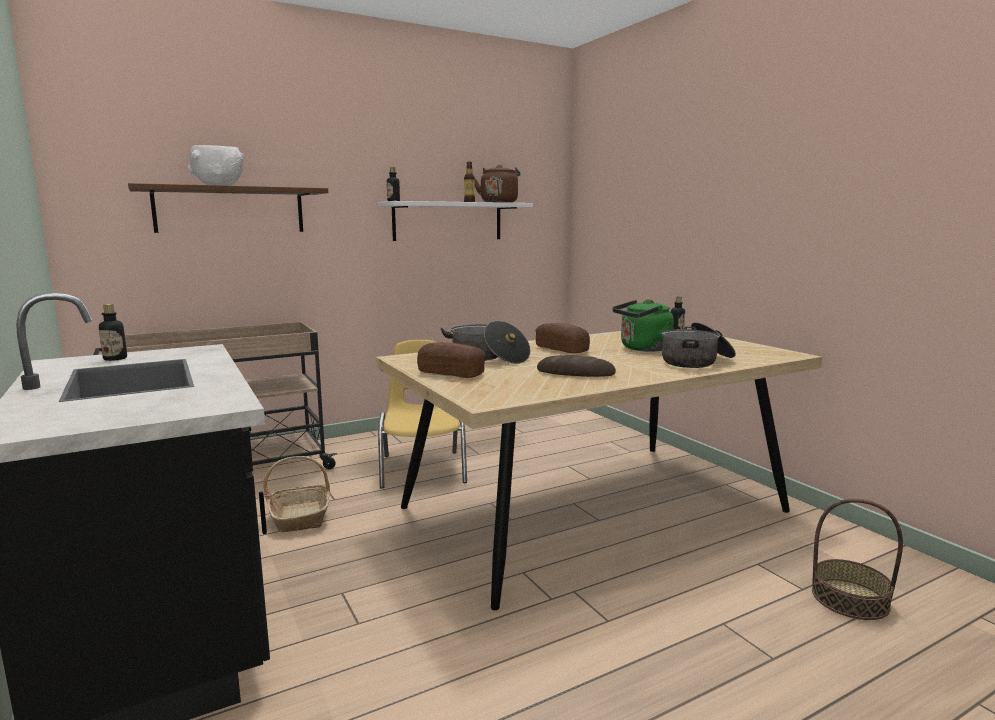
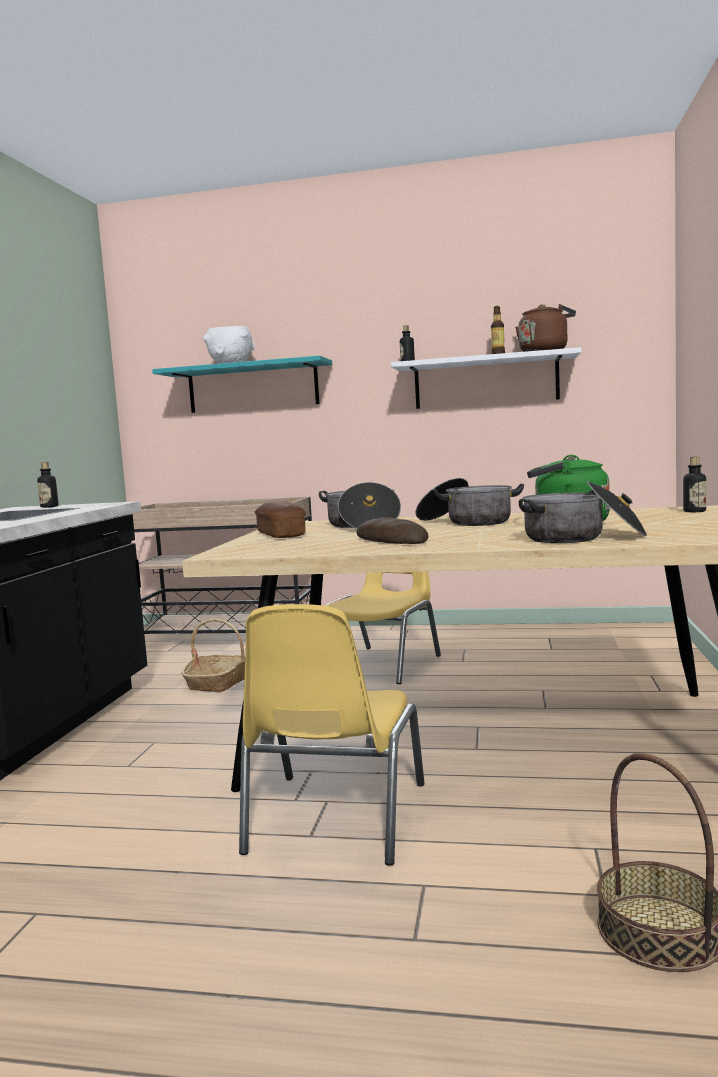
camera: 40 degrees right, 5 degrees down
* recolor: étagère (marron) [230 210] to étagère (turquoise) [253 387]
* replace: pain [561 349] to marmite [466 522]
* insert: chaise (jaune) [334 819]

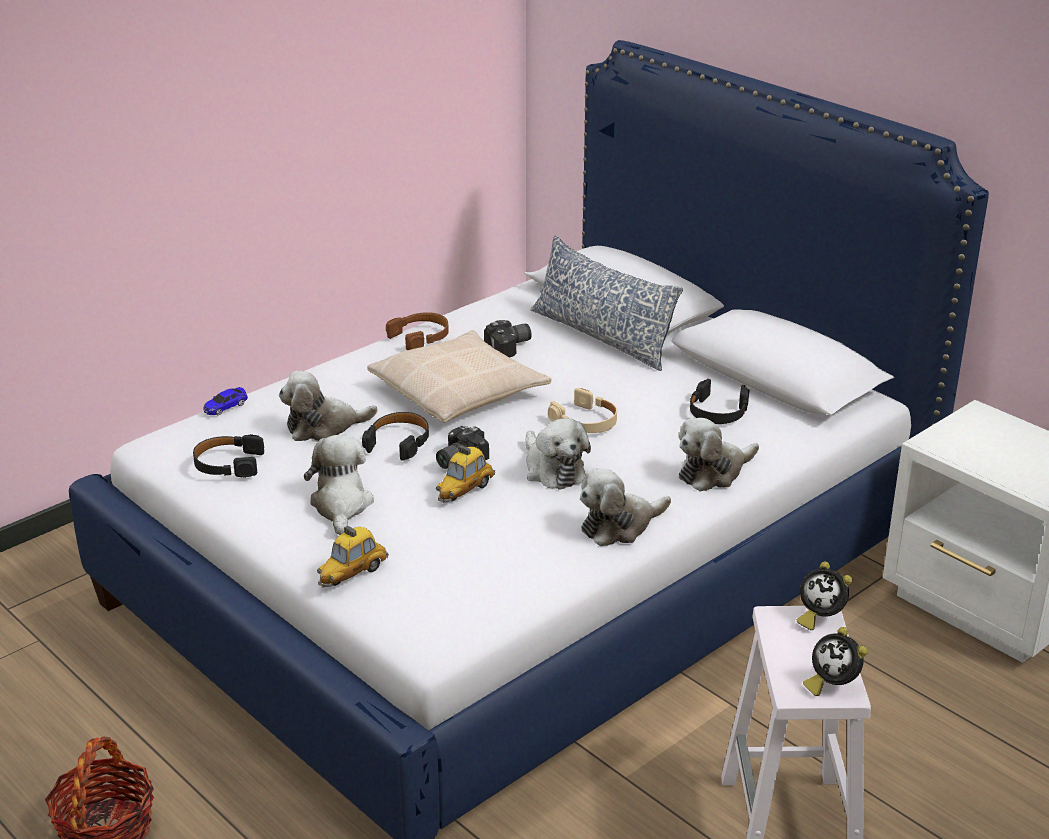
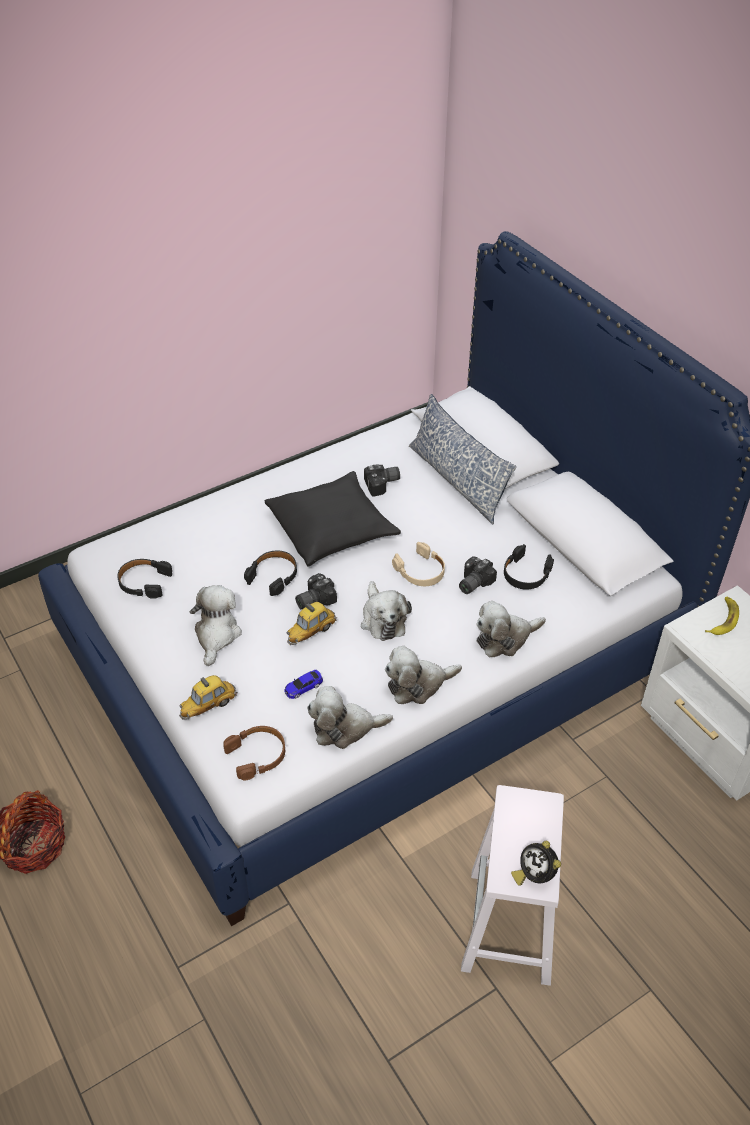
camera: 10 degrees right, 15 degrees up
* move: casque audio (marron) [420 337] to [257 755]
* recolor: coussin (beige) [459 392] to coussin (noir) [332 528]
* move: peluche [323 427] to [345 728]
* move: petite voiture [225 407] to [303 687]
* delete: réveil [819 617]
* insert: appareil photo [472 582]
* insert: banane [723 619]

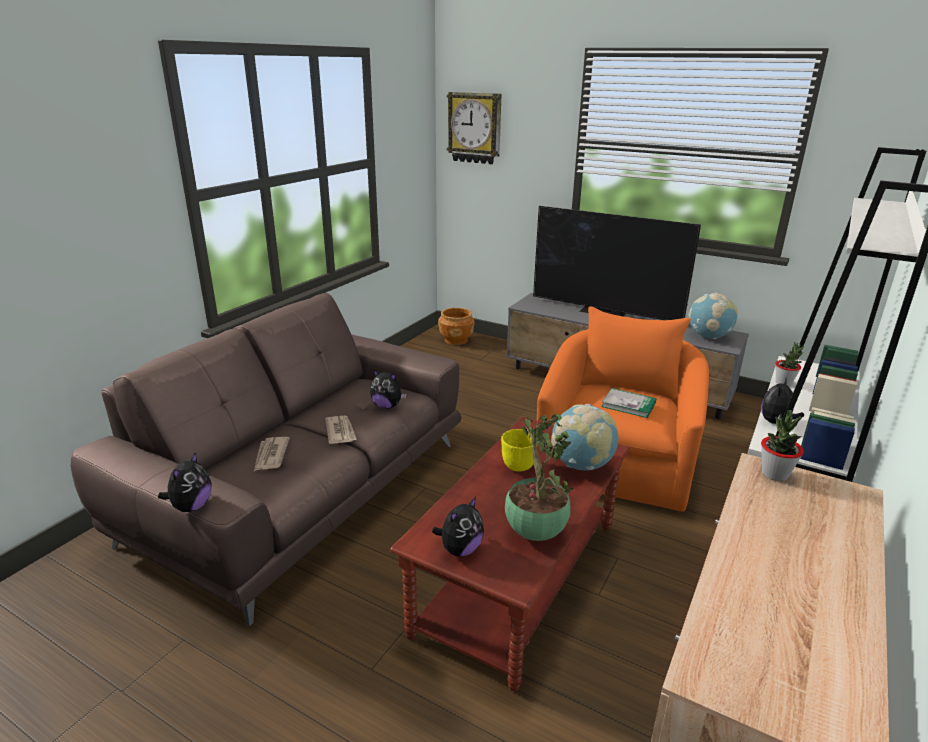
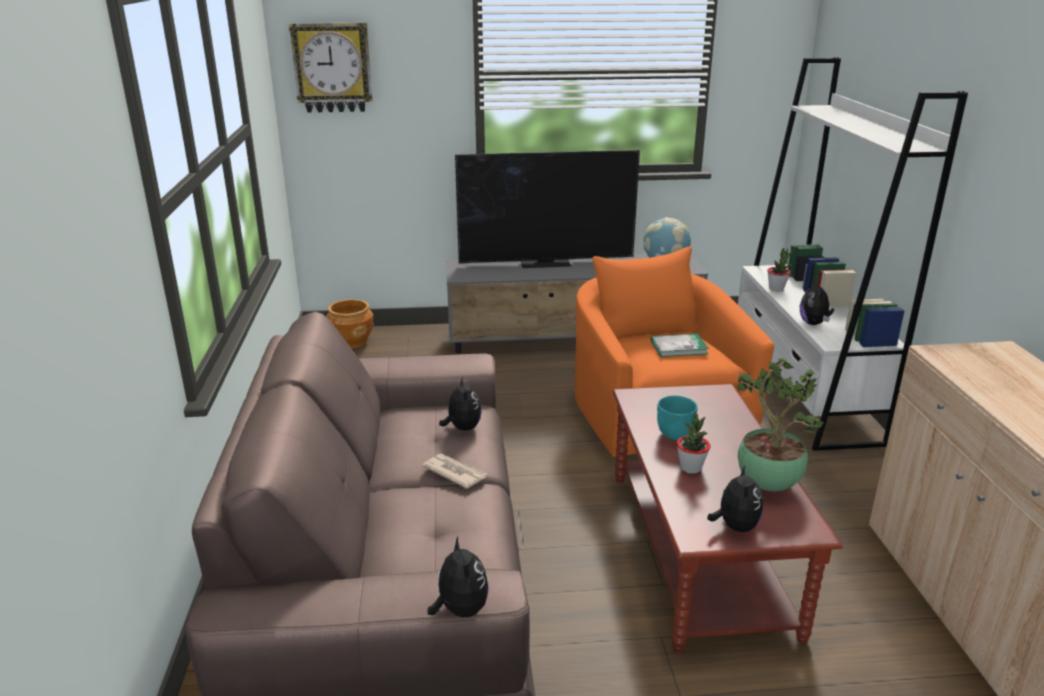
camera: 35 degrees left, 0 degrees up
* rotate: peluche [387 406] = [462 428] 90 degrees counterclockwise
* delete: globe [581 465]
* move: plante en pot [774 474] to [691 468]
* recolor: bol (jaune) [517 466] to bol (turquoise) [674 435]
* delete: journal [270 455]

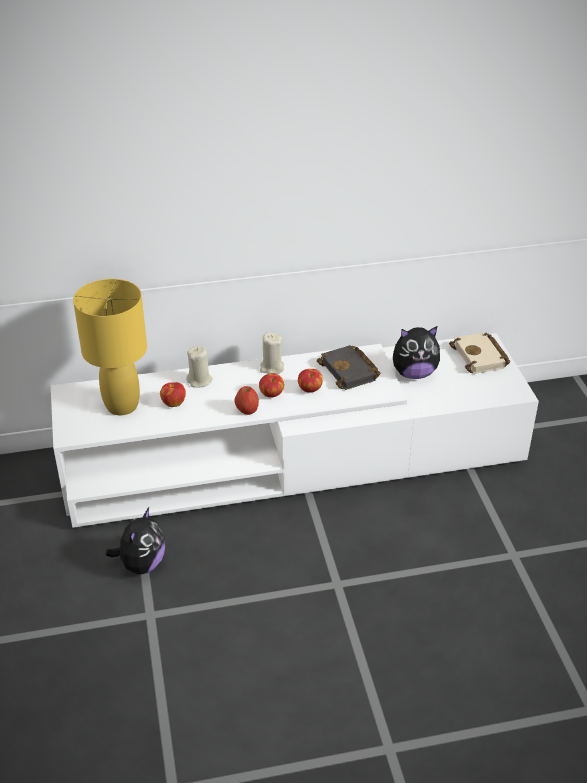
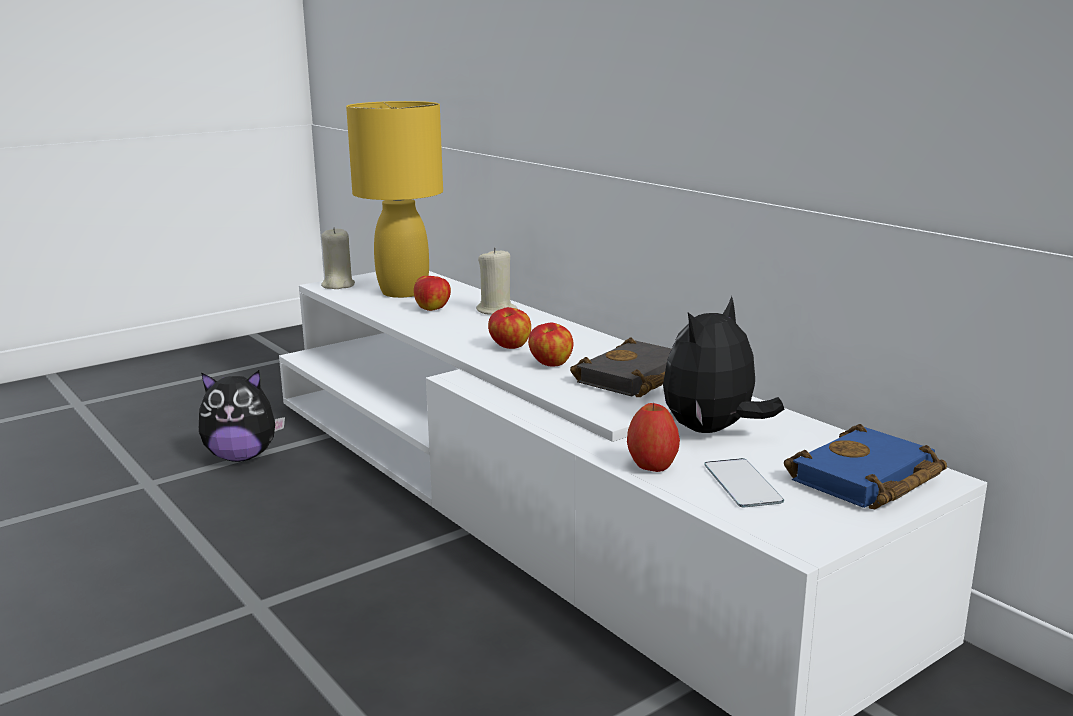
camera: 65 degrees right, 20 degrees down
* rotate: peluche [414 373] = [713 431] 75 degrees clockwise
* move: bougie (beige) [271 368] to [338 285]
* recolor: livre (beige) [481 357] to livre (bleu) [866 481]
* move: pomme [247 411] to [652 466]
* insert: téléphone [742 483]

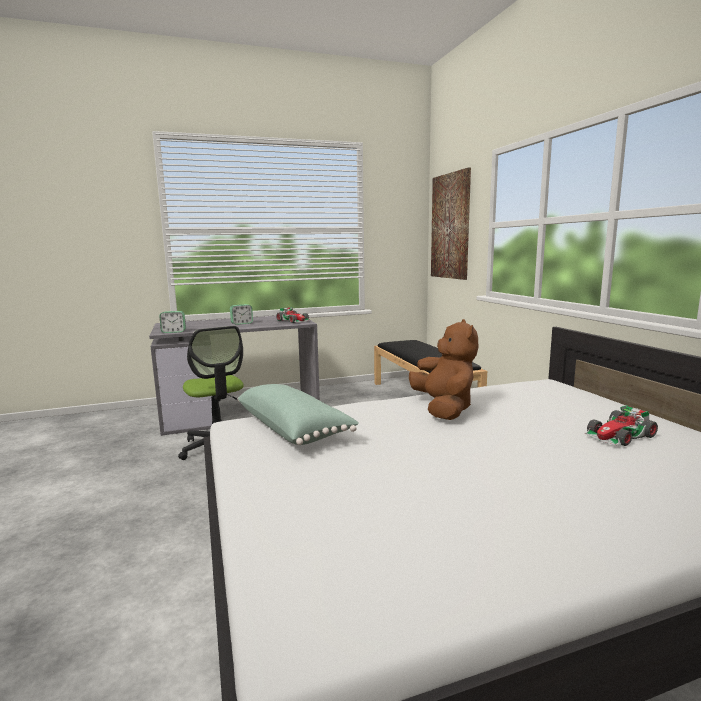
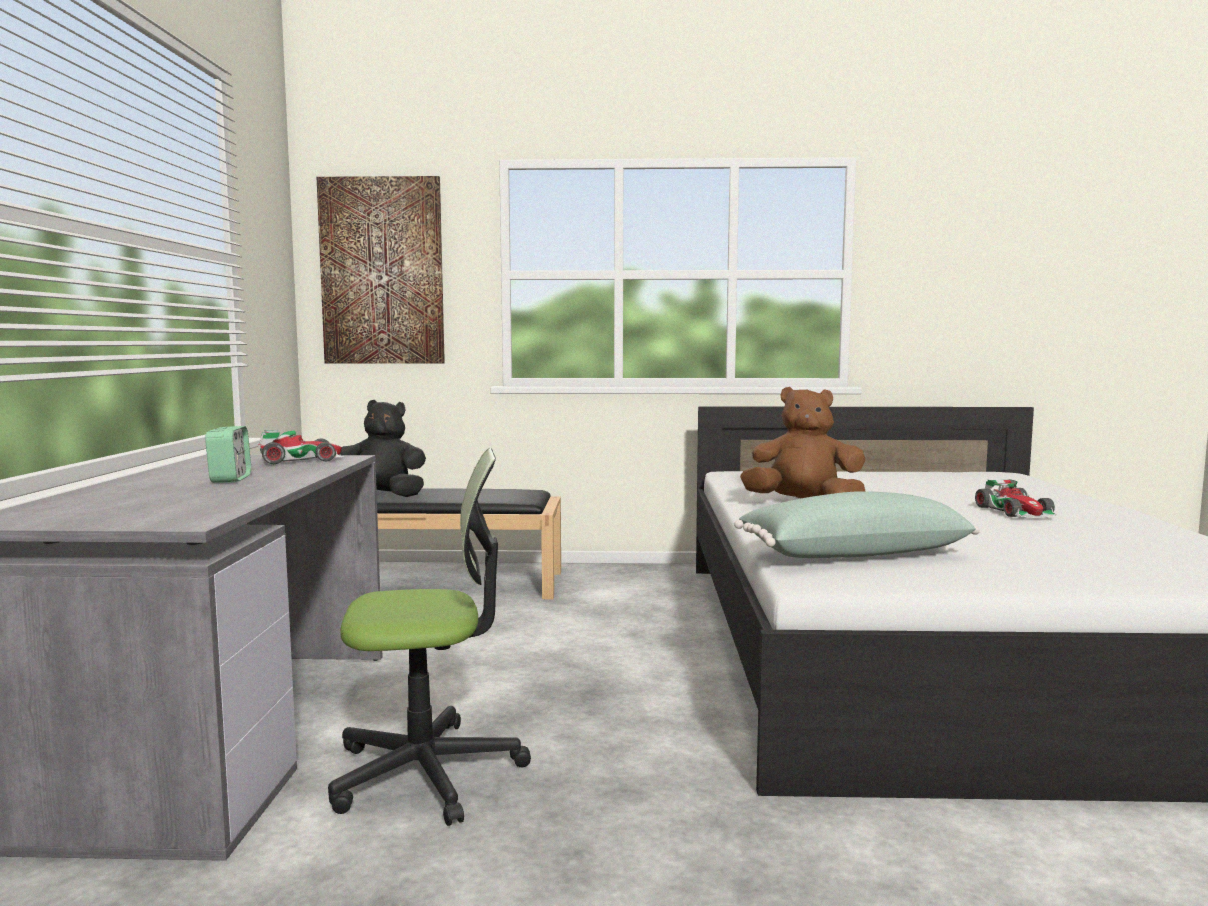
camera: 70 degrees left, 5 degrees down
* delete: réveil [173 332]
* move: petite voiture [619 436] to [1016 511]
* insert: peluche (noir) [380 495]

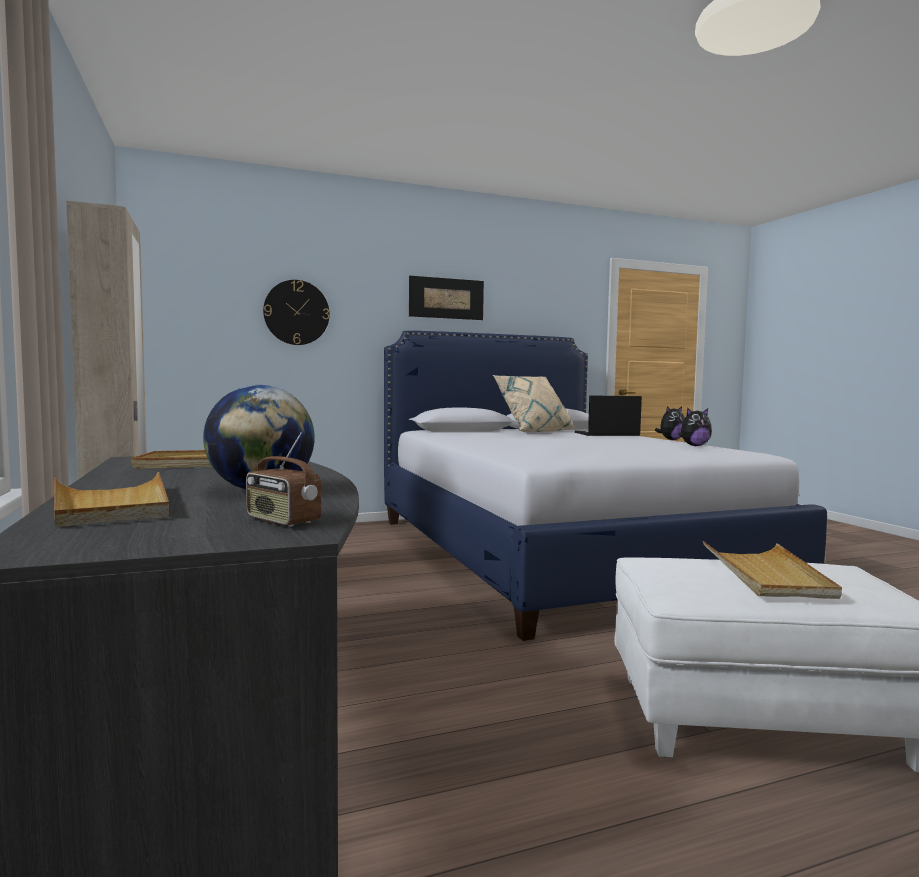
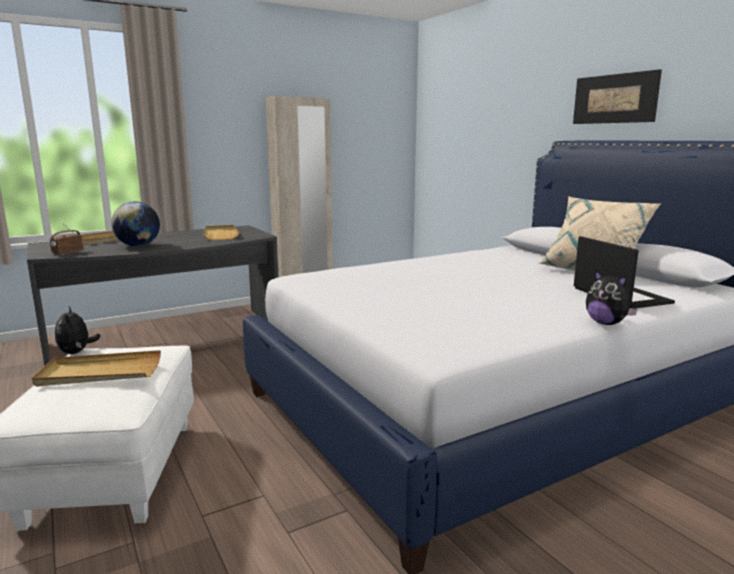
camera: 80 degrees right, 10 degrees up
* delete: horloge murale [296 312]
* move: peluche [694 445] to [77 352]

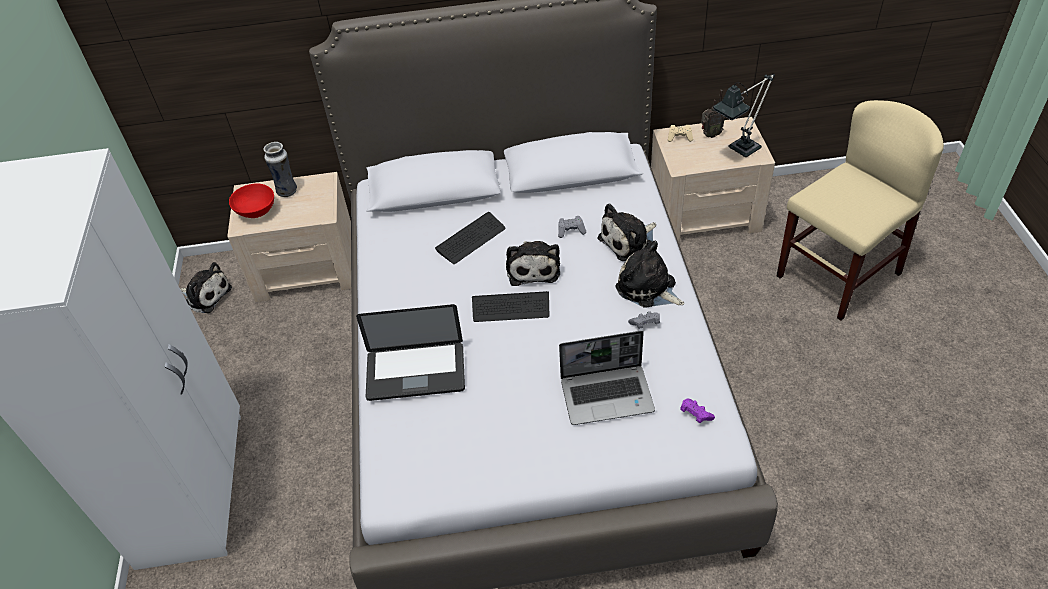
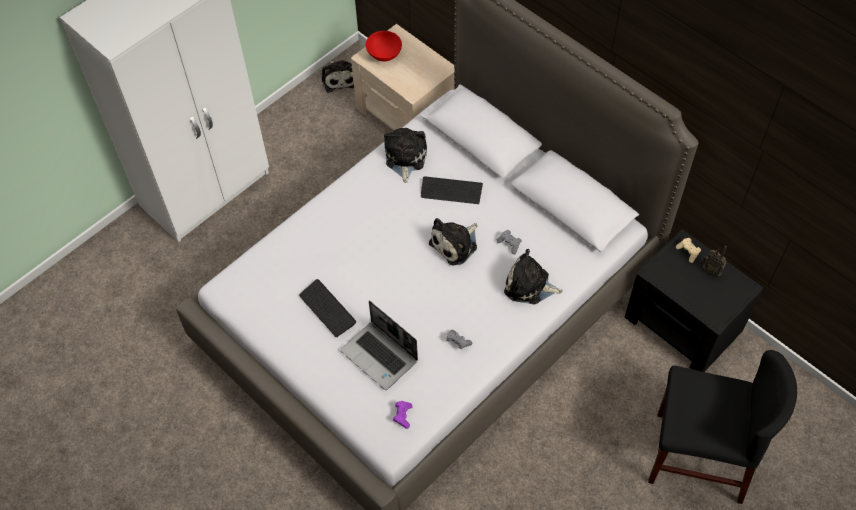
camera: 50 degrees right, 10 degrees up
* delete: lampe de table [739 151]
* recolor: chaise (beige) [838 275] to chaise (noir) [698 456]
* recolor: table de chevet (beige) [705 214] to table de chevet (noir) [683 324]
* delete: vase [287 190]
* move: peluche [648 288] to [405 158]
* move: clavier [511 308] to [327 309]
* delete: ordinateur portable [415 372]

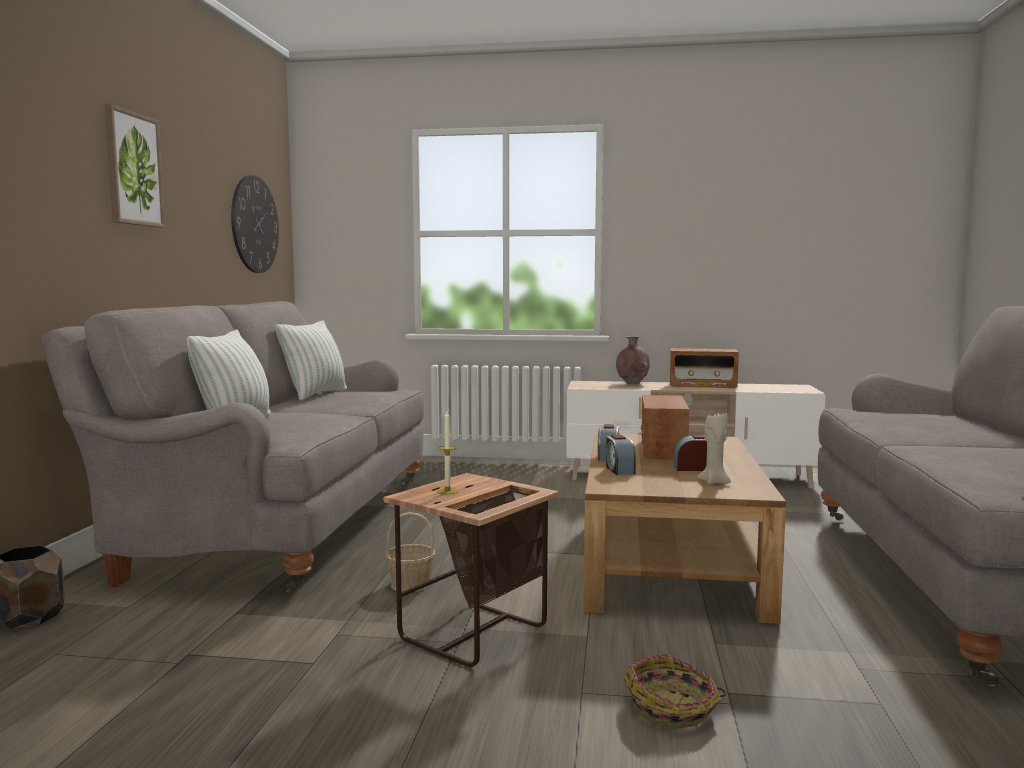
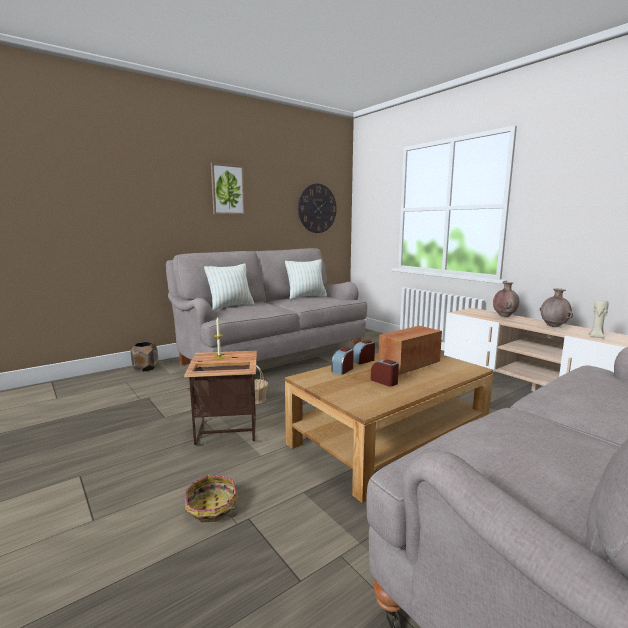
camera: 45 degrees right, 5 degrees up
* replace: radio [702 385] to vase (marron) [553 326]
* move: bougie (beige) [714 482] to [596 337]

